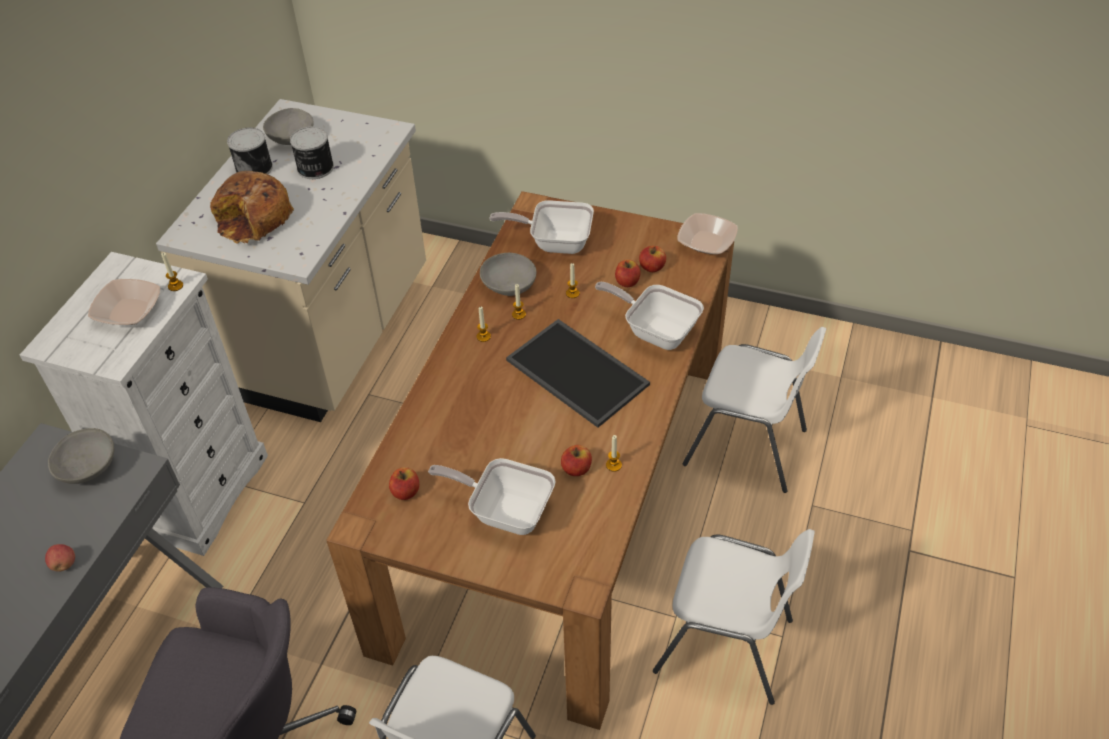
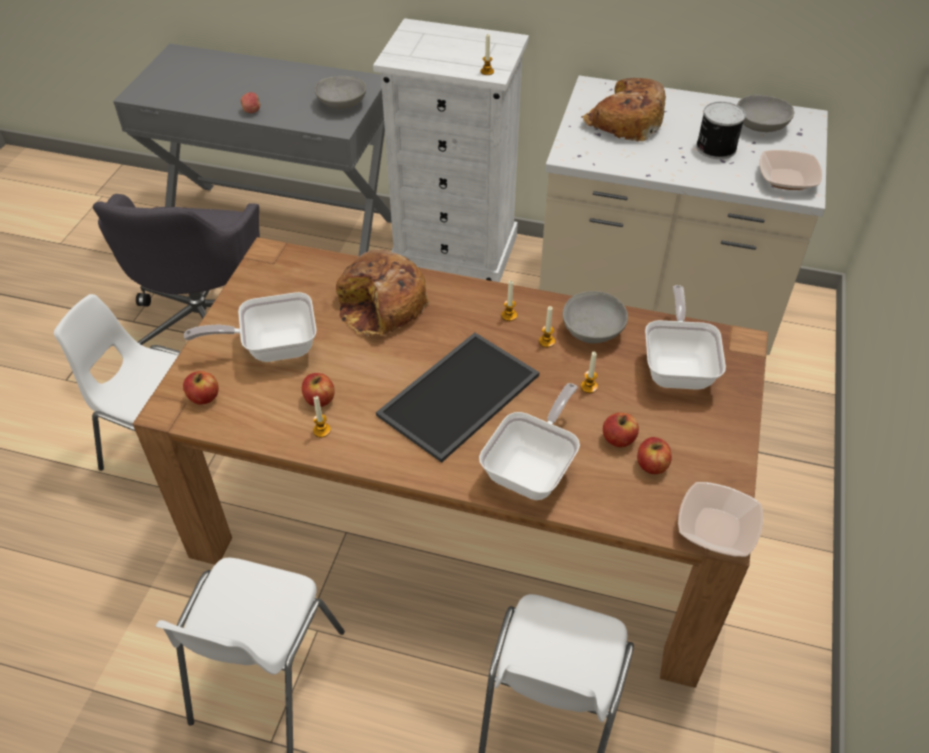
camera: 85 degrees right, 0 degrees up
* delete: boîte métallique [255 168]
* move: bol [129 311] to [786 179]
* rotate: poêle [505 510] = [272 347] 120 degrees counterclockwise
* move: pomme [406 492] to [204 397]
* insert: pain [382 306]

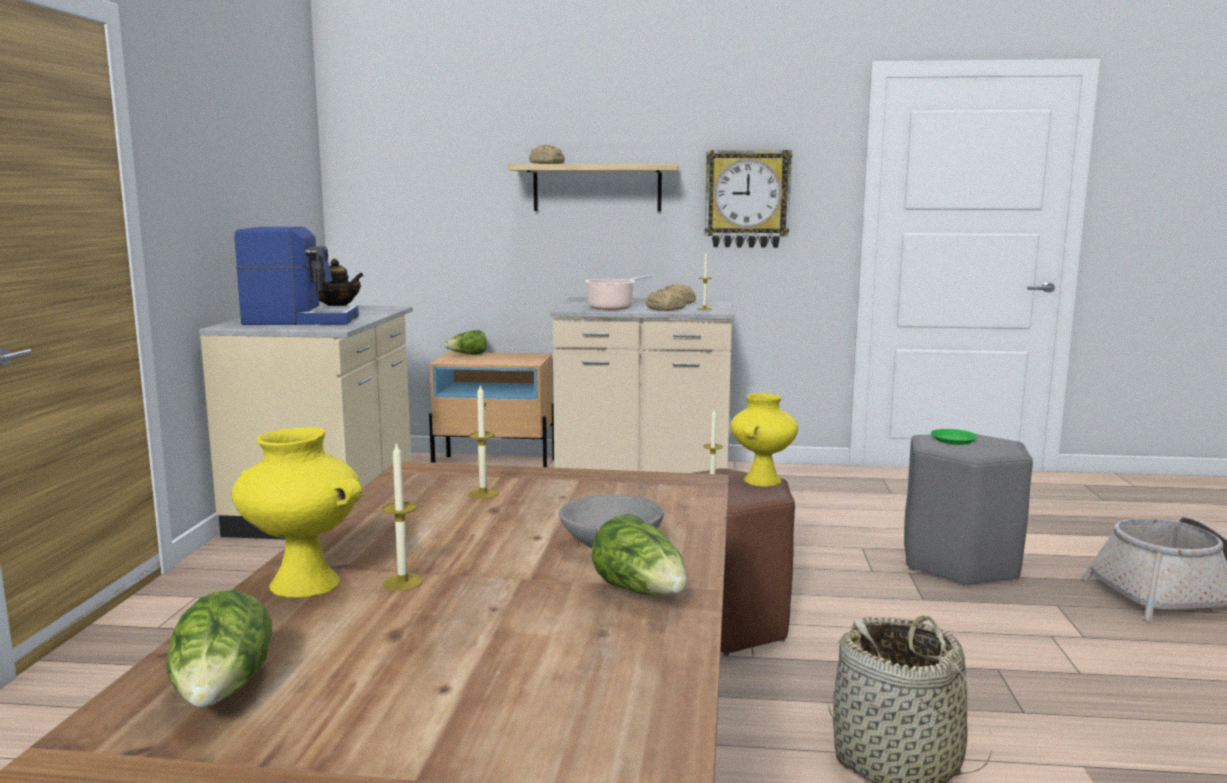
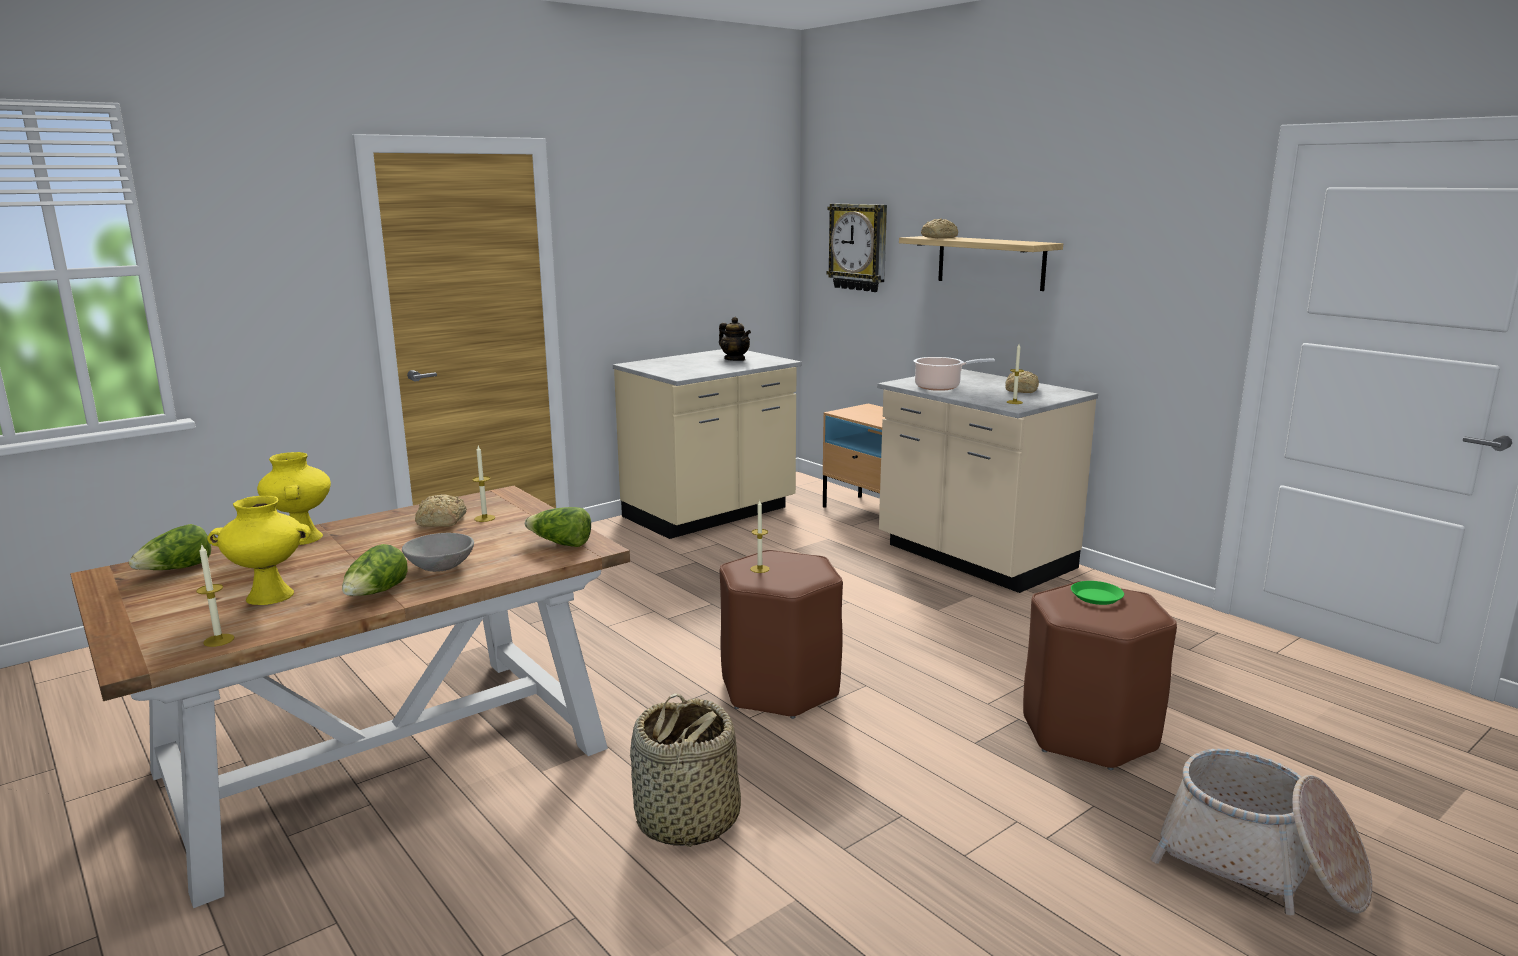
camera: 45 degrees right, 5 degrees up
* move: horloge murale [747 199] to [859 247]
* delete: machine à café [300 320]
* move: pain [666 309] to [441 522]
* move: laitue [468 355] to [560 544]
* move: vase (jaune) [762 480] to [271 596]
* recolor: tabouret (gris) [960 563] to tabouret (marron) [1089 733]
* move: bougie [403 582] to [219 640]

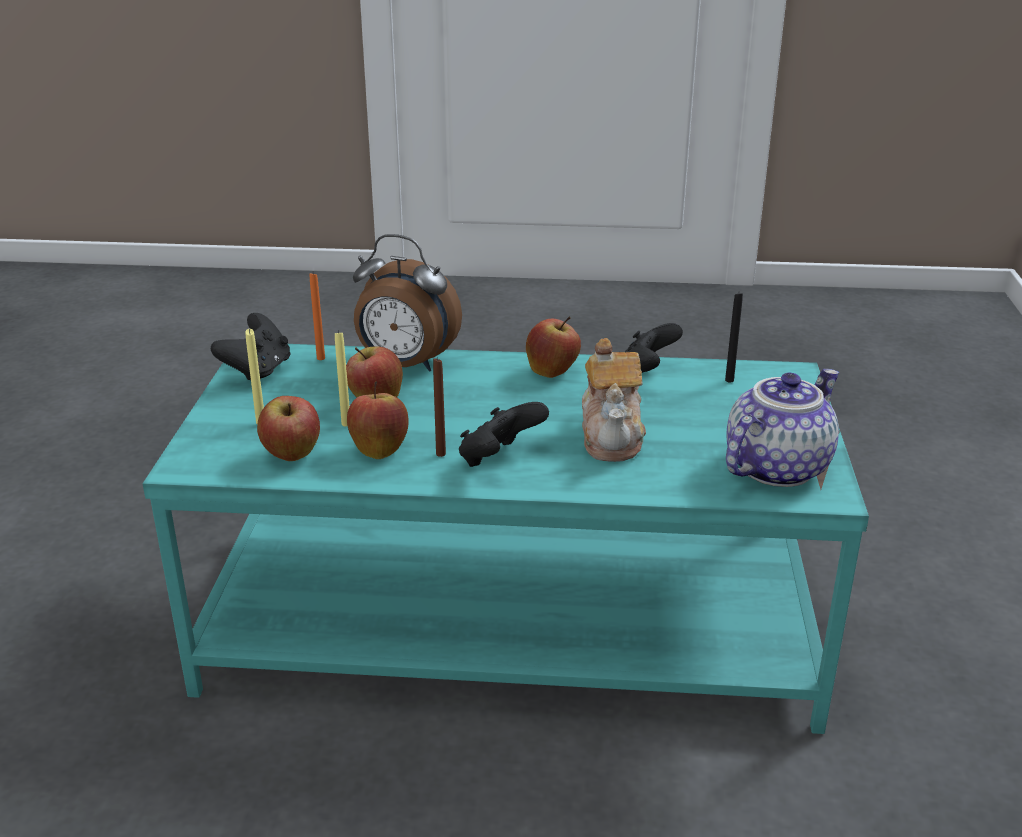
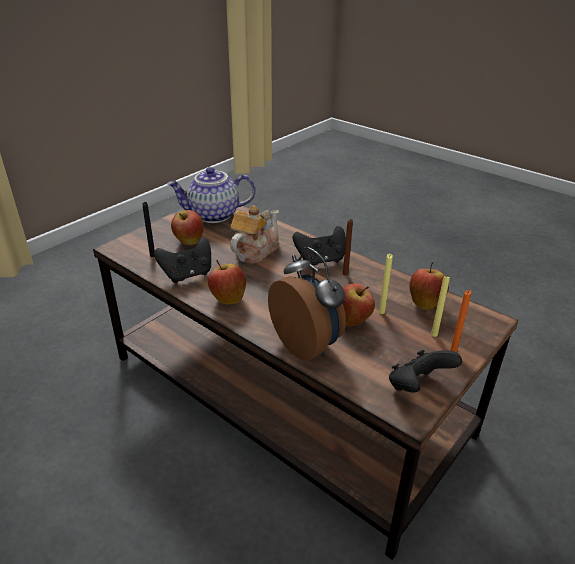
camera: 145 degrees left, 5 degrees up
* move: bougie (orange) [321 358] to [453 351]
* recolor: table basse (turquoise) [514 619] to table basse (marron) [283 394]
* move: pomme [379 450] to [189 242]

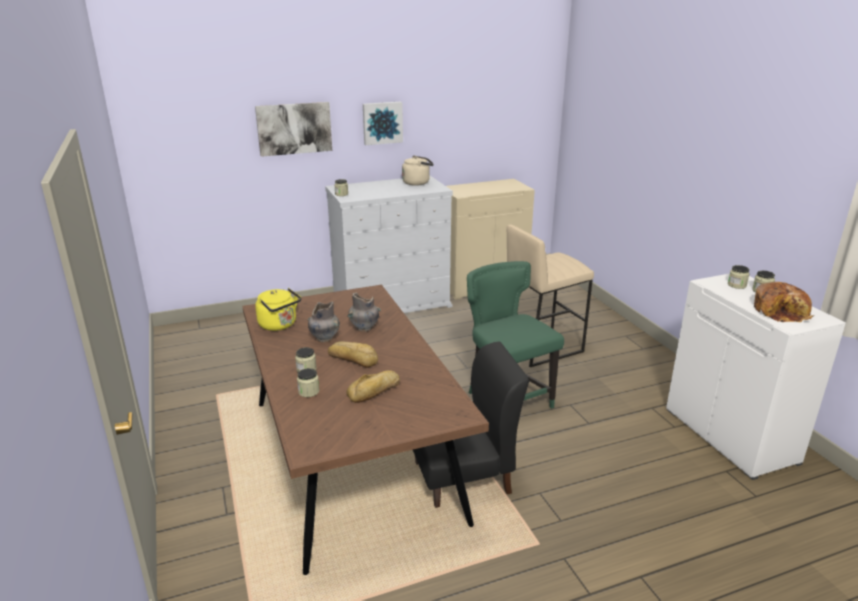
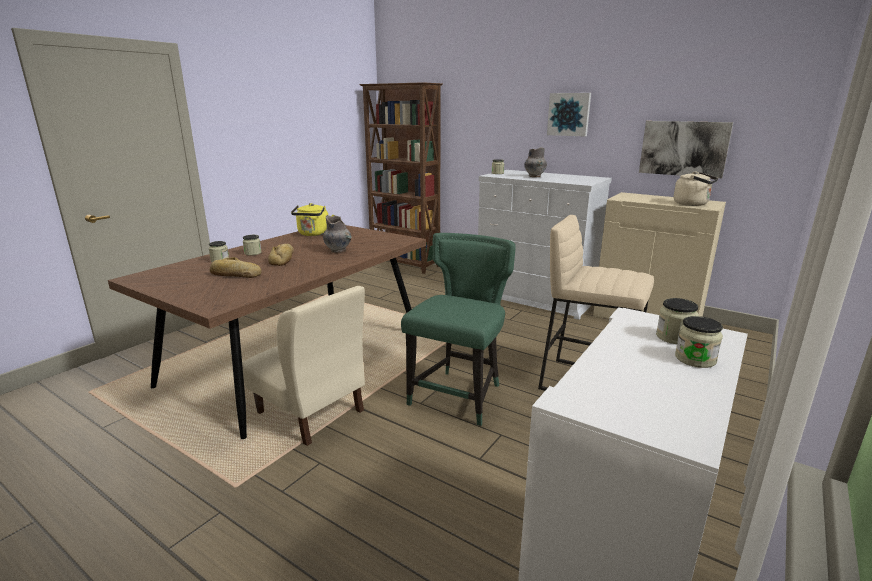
camera: 55 degrees right, 5 degrees down
* move: tableau [294 128] to [683 148]
* move: bouilloire (beige) [417 183] to [693 204]
* delete: pain [781 311]
* move: vase (gris) [324 338] to [534 176]
* recolor: chaise (noir) [463 478] to chaise (beige) [311 412]
* insert: bibliothèque (marron) [405 264]

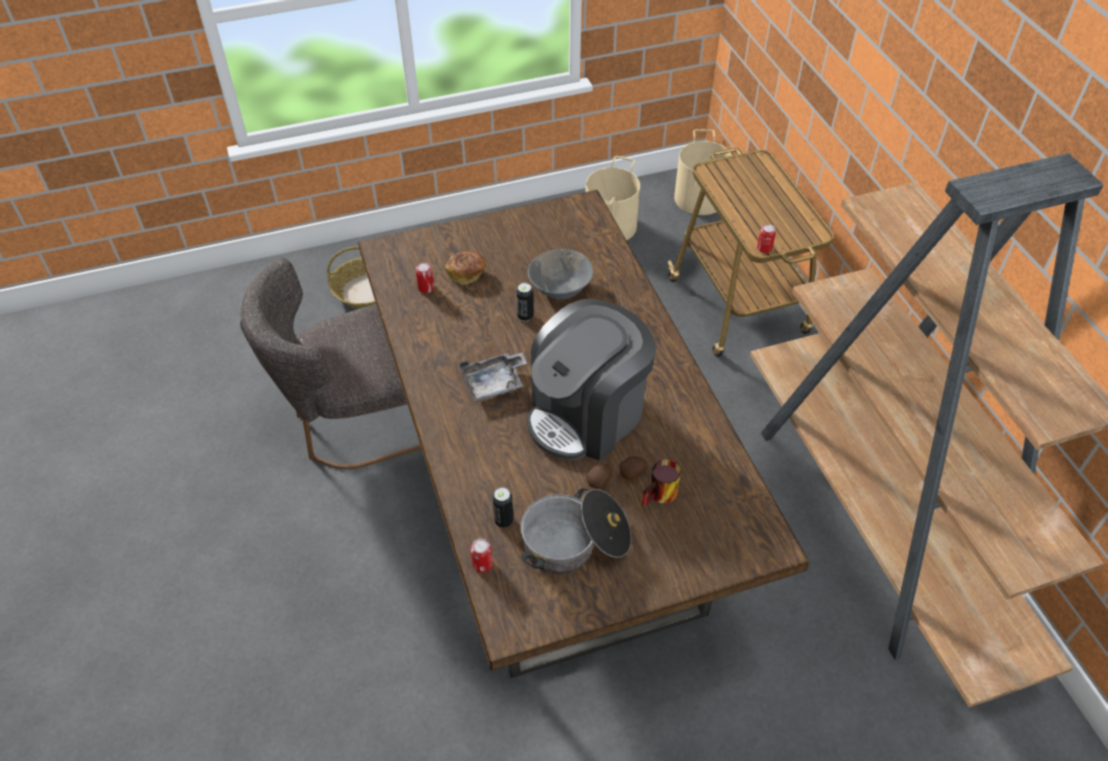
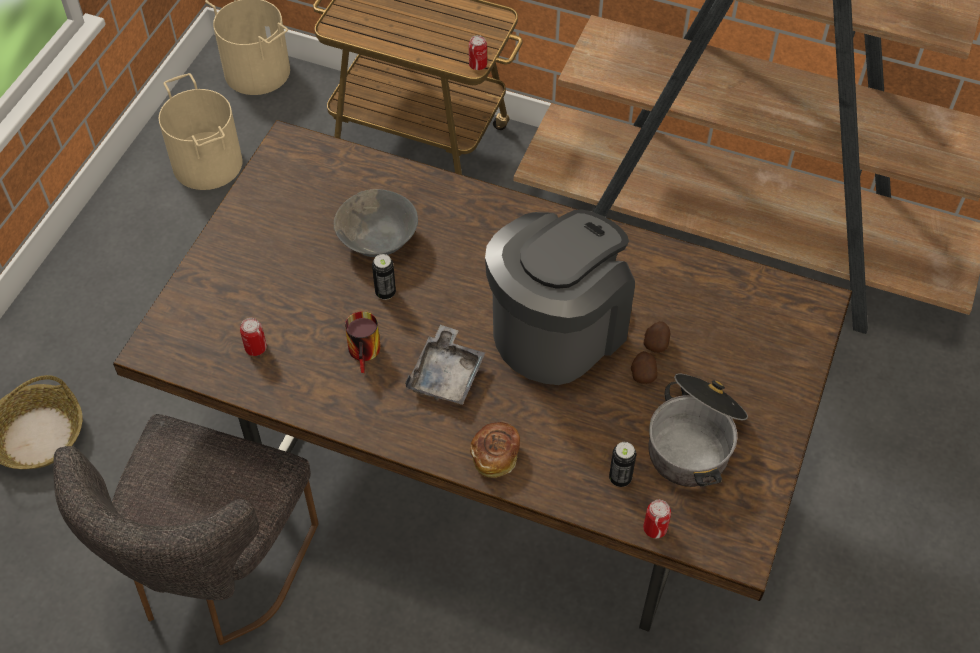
camera: 50 degrees left, 5 degrees up
* move: pain [467 274] to [495 456]
* rotate: machine à café [587 414] = [558 329] 135 degrees counterclockwise
* move: mug [661 496] to [367 352]

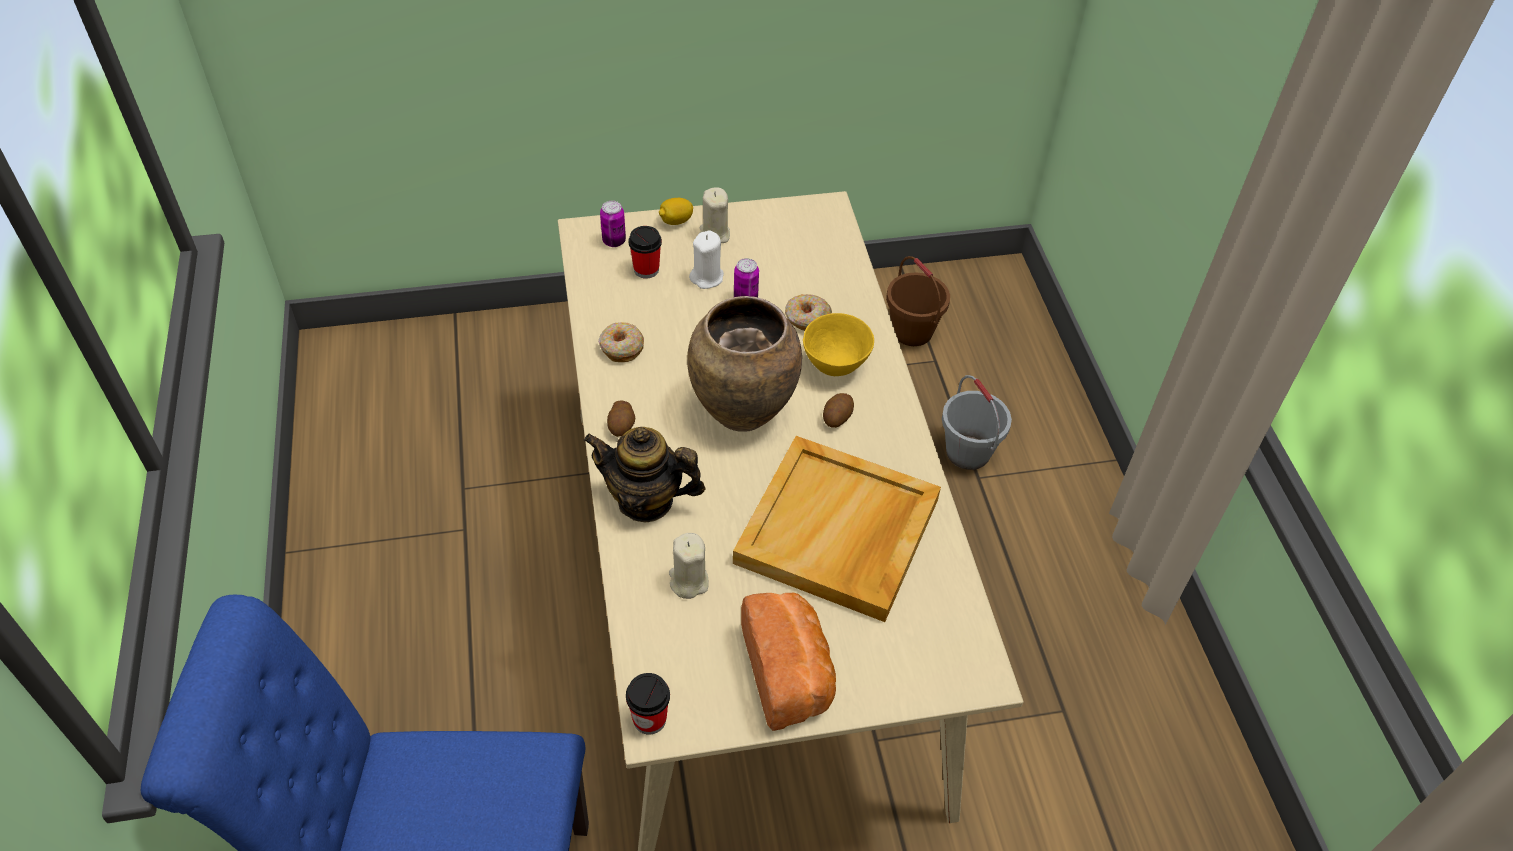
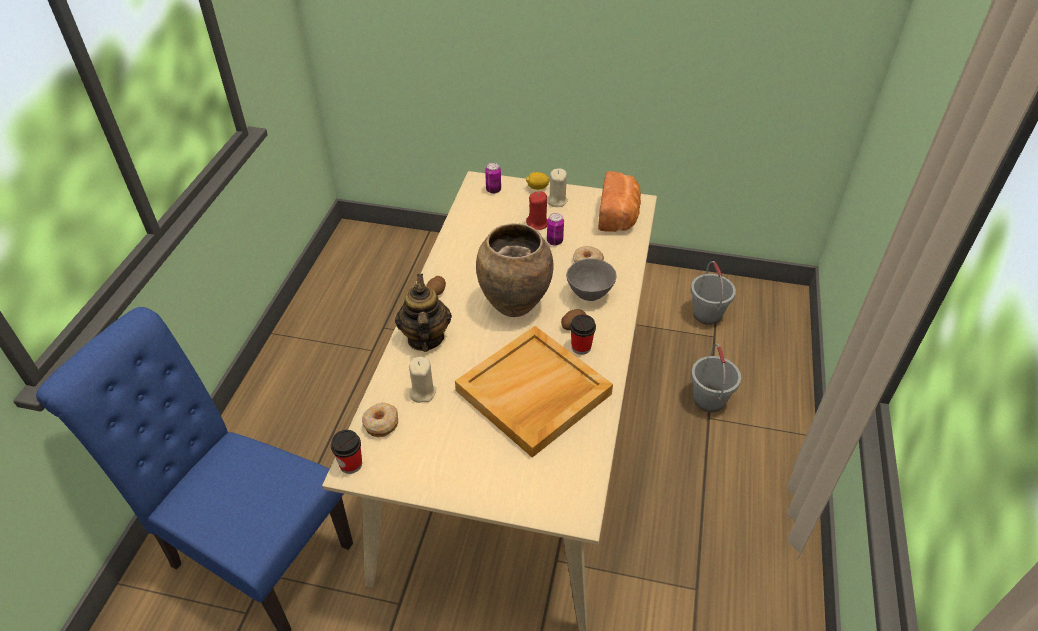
camera: 25 degrees right, 5 degrees down
* move: tasse [646 269] to [581 347]
* recolor: bougie (blanc) [707 277] to bougie (rouge) [538 223]
* recolor: seau (marron) [912 331] to seau (gris) [707 314]
* recolor: bol (jaune) [835 366] to bol (gris) [589 295]
* move: beignet [621 347] to [381 423]
* rotate: théière [646 500] = [425 338] 45 degrees clockwise
* move: pain [789 673] to [619 216]

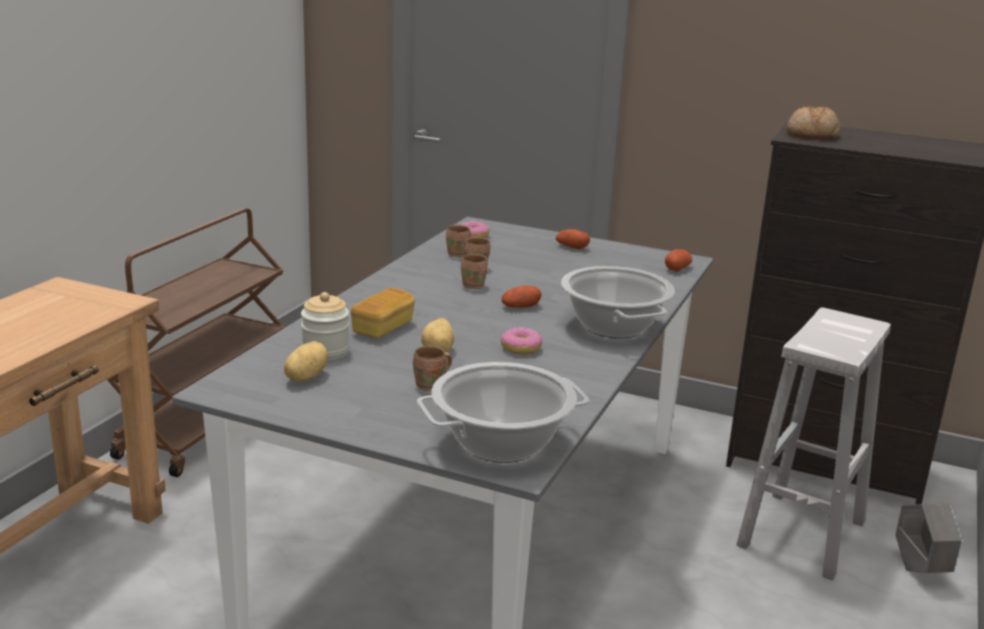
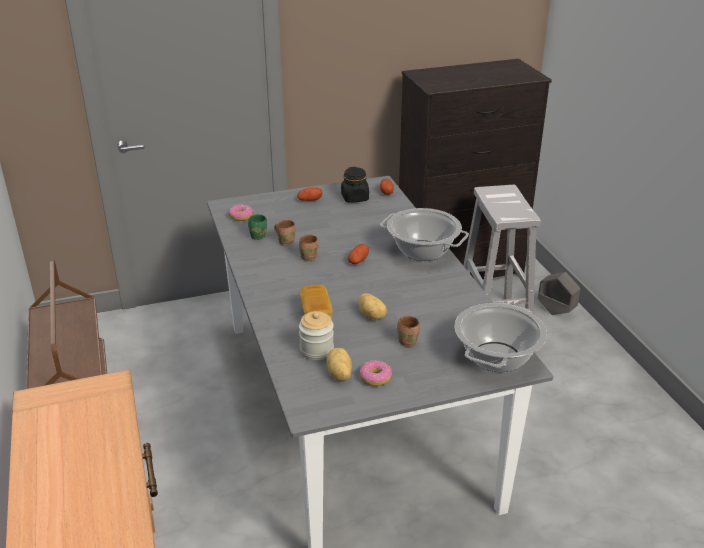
camera: 40 degrees left, 10 degrees up
* delete: pain [811 135]
* recolor: mug (marron) [459 254] to mug (vert) [258 236]
* move: beignet [521 348] to [375 378]
* insert: bocal (noir) [355 198]

